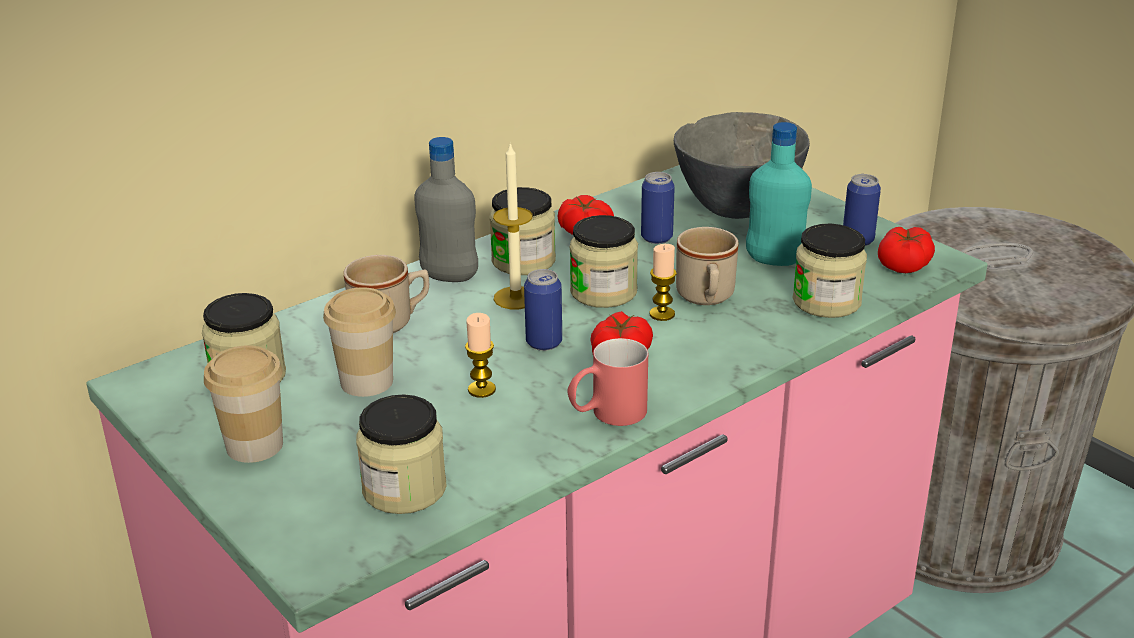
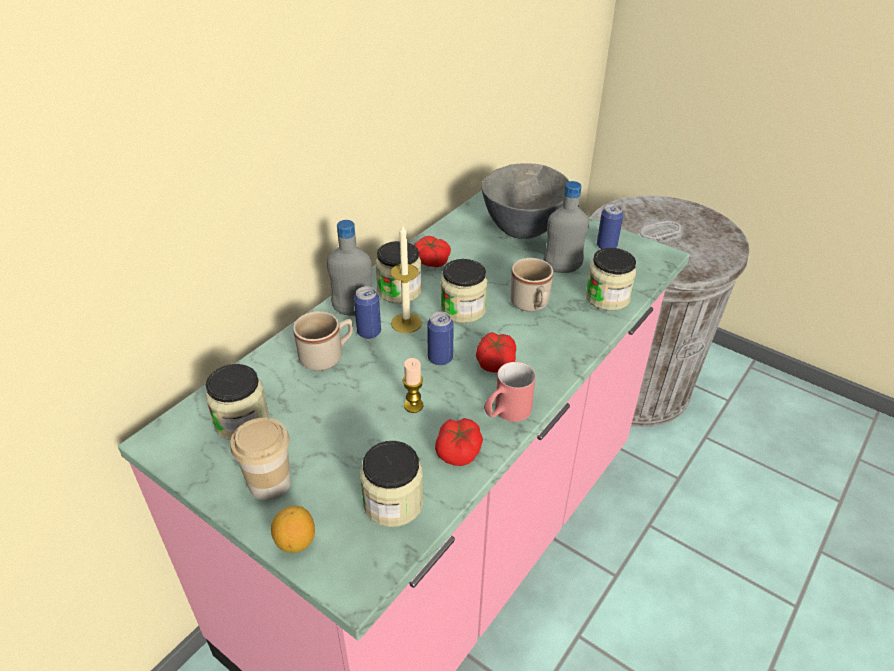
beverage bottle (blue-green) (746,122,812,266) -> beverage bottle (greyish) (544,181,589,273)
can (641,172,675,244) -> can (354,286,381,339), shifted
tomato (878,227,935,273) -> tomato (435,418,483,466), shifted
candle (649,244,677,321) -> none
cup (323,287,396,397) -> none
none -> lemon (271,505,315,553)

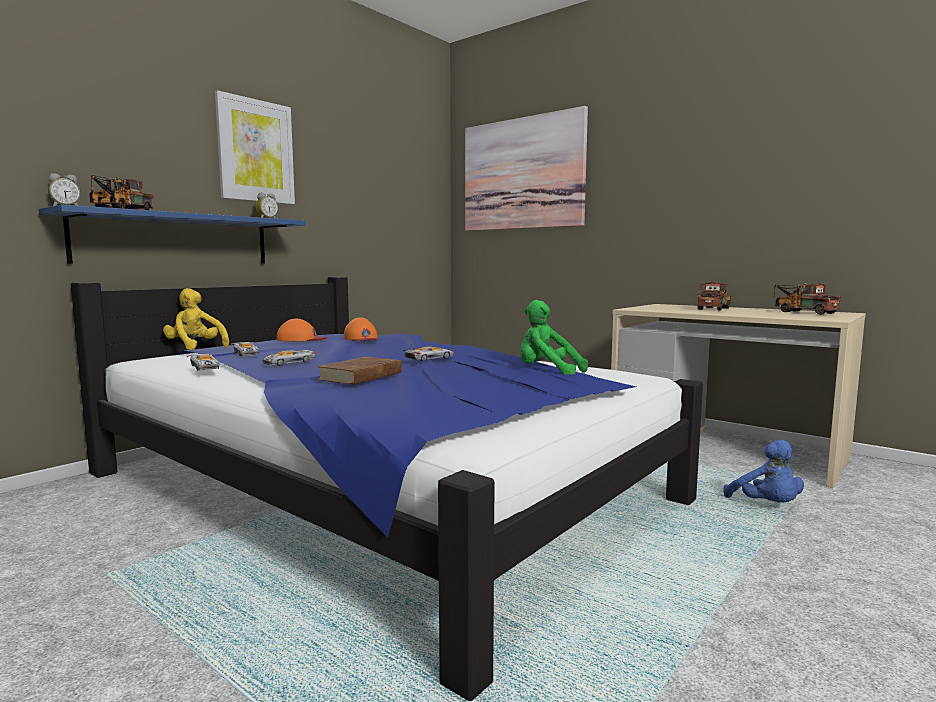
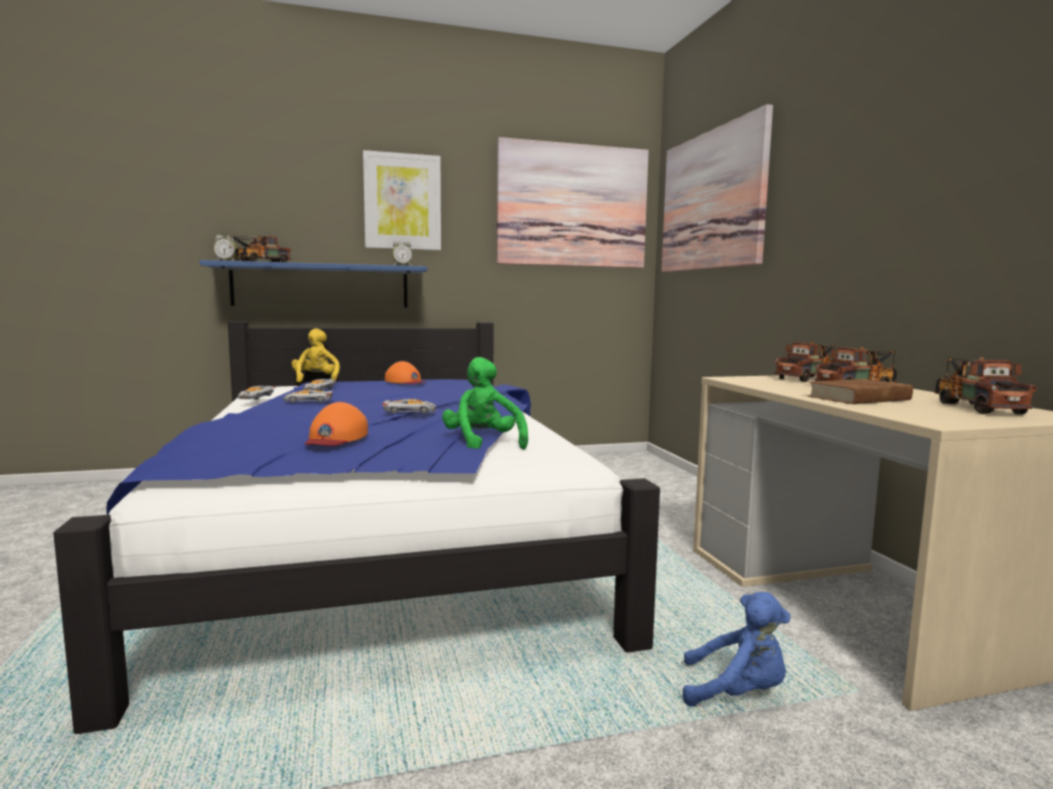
peaked cap (orange-coloured) (344,317,378,341) -> peaked cap (orange-coloured) (305,402,368,446), shifted
volume (brown-coloured) (317,357,402,385) -> volume (brown-coloured) (807,379,913,404), shifted
plush toy (blue) (723,440,804,503) -> plush toy (blue) (683,592,791,707), 90 degrees counterclockwise
none -> wall art (497,137,649,268)
none -> model truck (775,342,835,382)

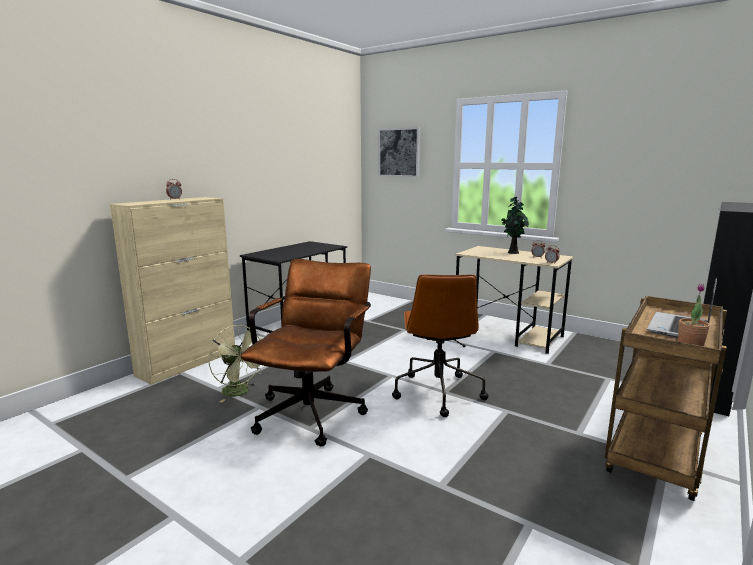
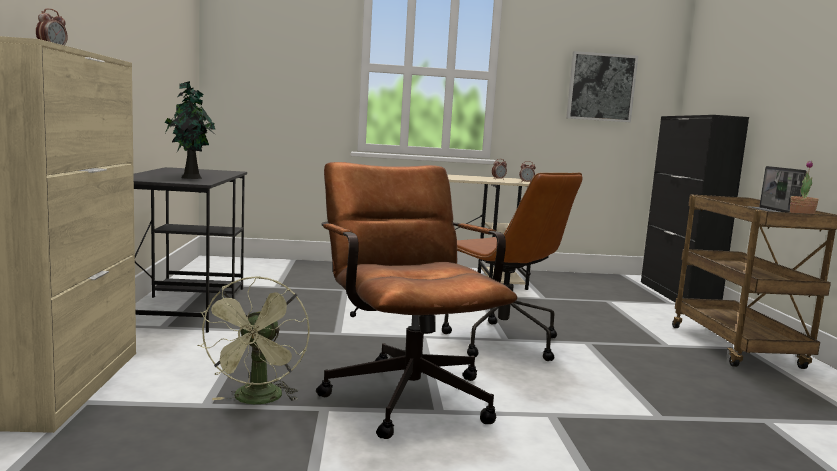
wall art (379,127,420,177) -> wall art (566,51,638,122), shifted
houseplant (501,197,529,254) -> houseplant (165,81,216,179), shifted
electric fan (greenish) (208,325,261,403) -> electric fan (greenish) (197,276,310,404), 90 degrees clockwise

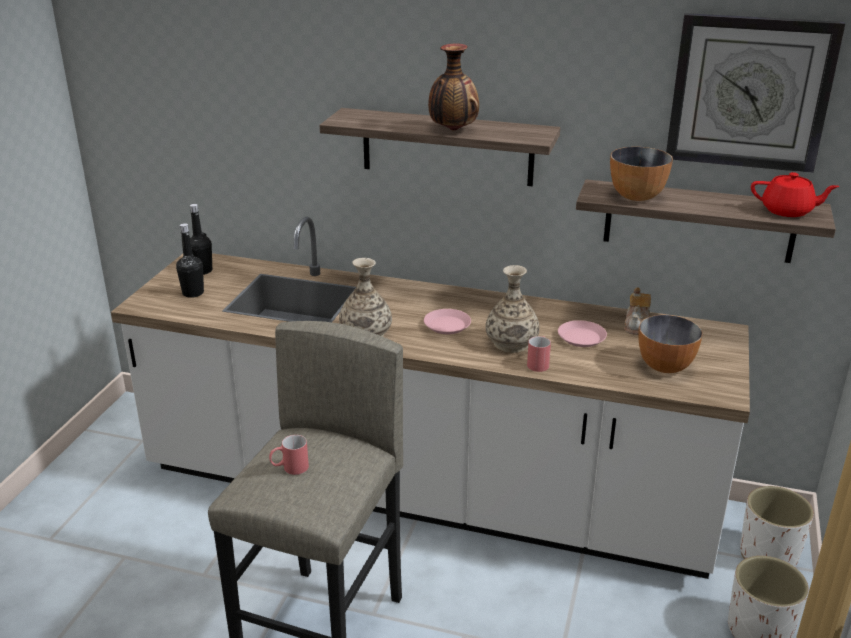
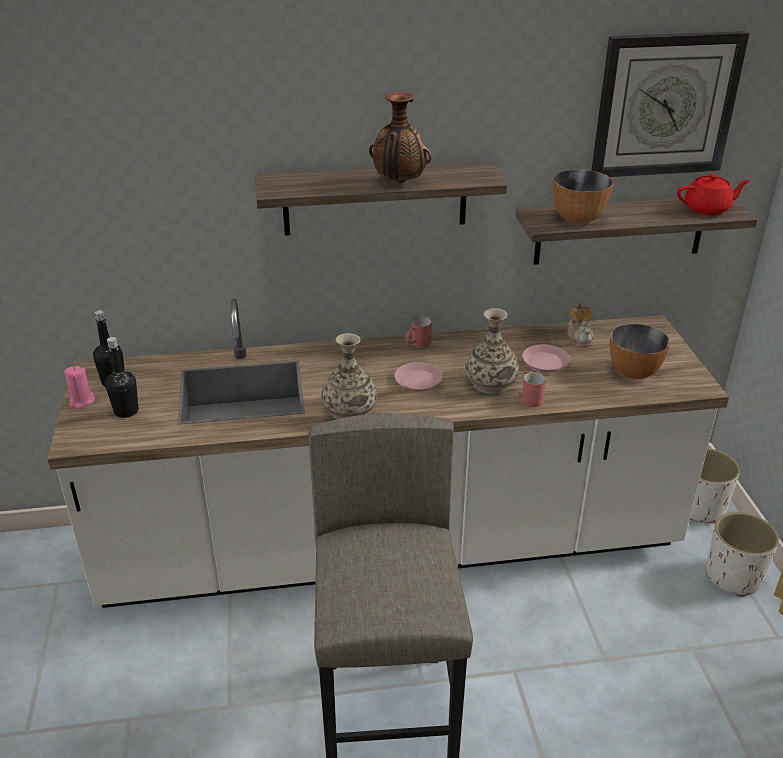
mug (red-coloured) (269,435,309,475) -> mug (red-coloured) (405,316,432,348), shifted
none -> candle (pink-coloured) (64,366,95,409)

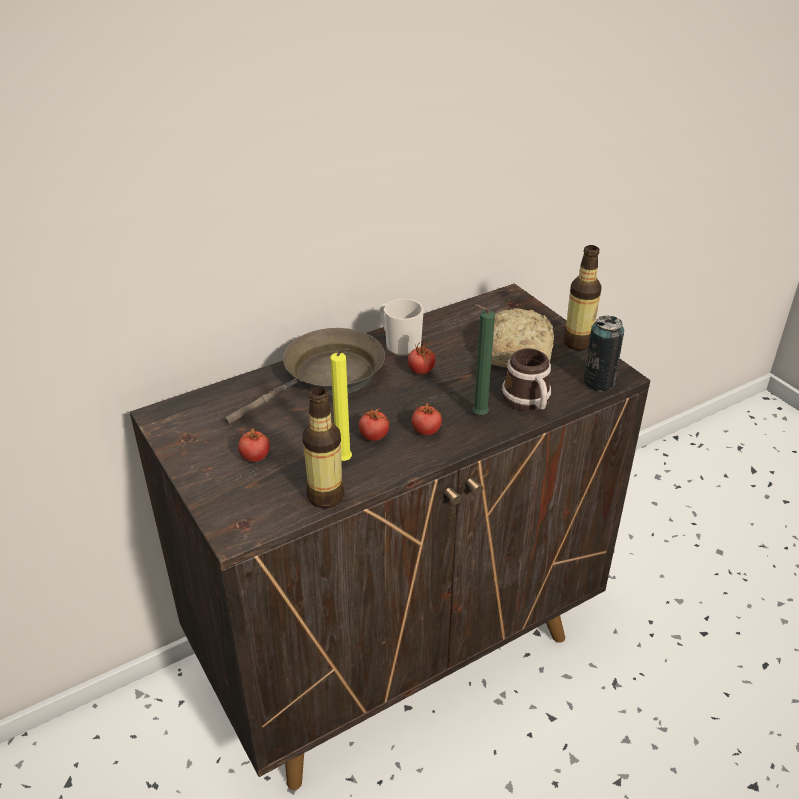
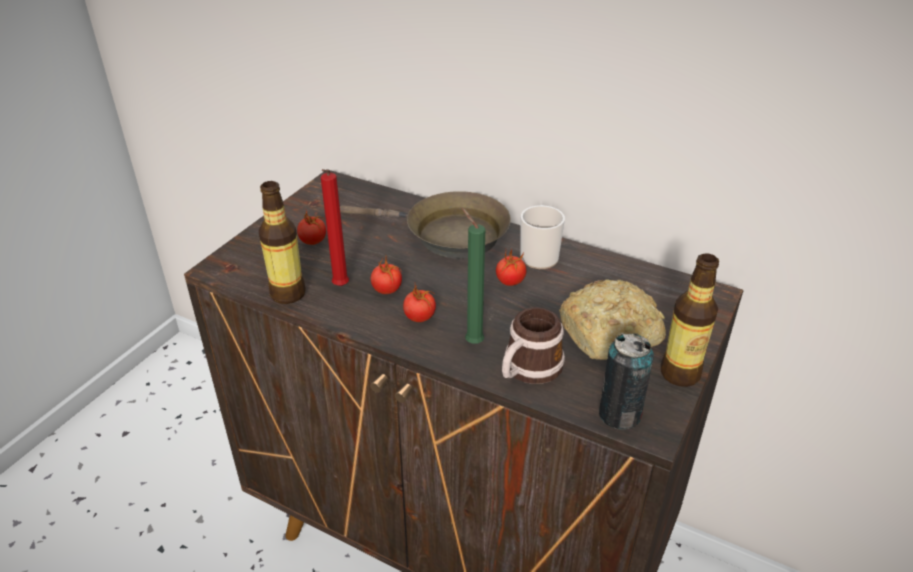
candle (yellow-coloured) (330,349,352,461) -> candle (red-coloured) (321,169,349,286)

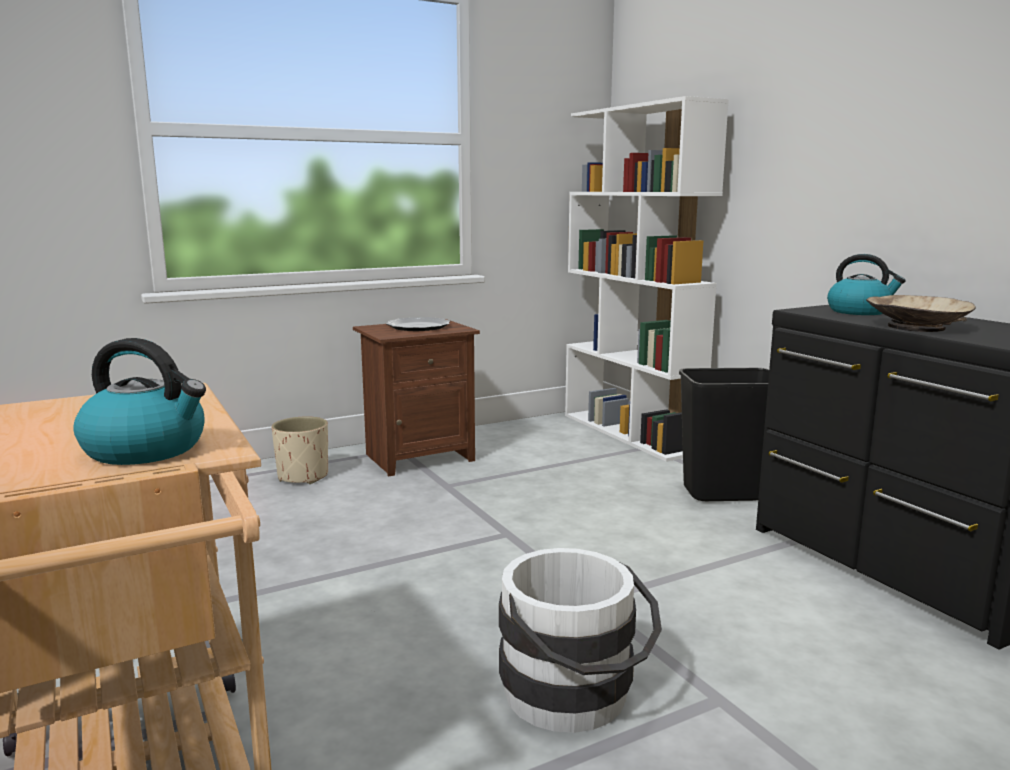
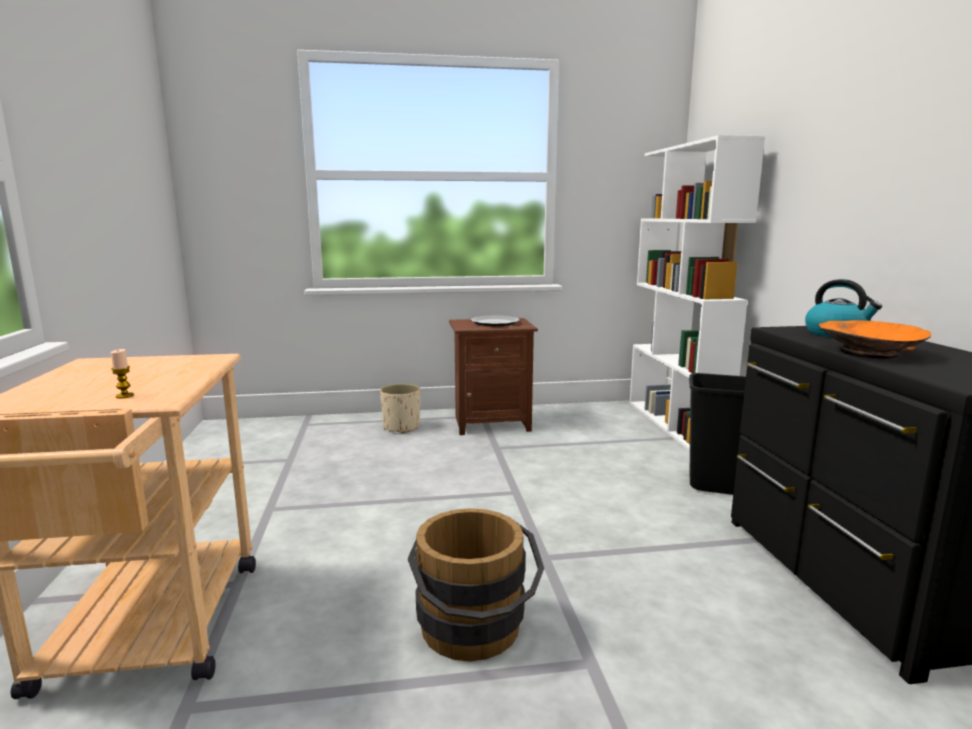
serving bowl (beige) (866,295,976,332) -> serving bowl (orange-coloured) (818,320,931,359)
kettle (73,338,206,465) -> candle (111,349,134,399)
water bucket (whitish) (499,548,662,733) -> water bucket (brown-coloured) (408,508,544,661)

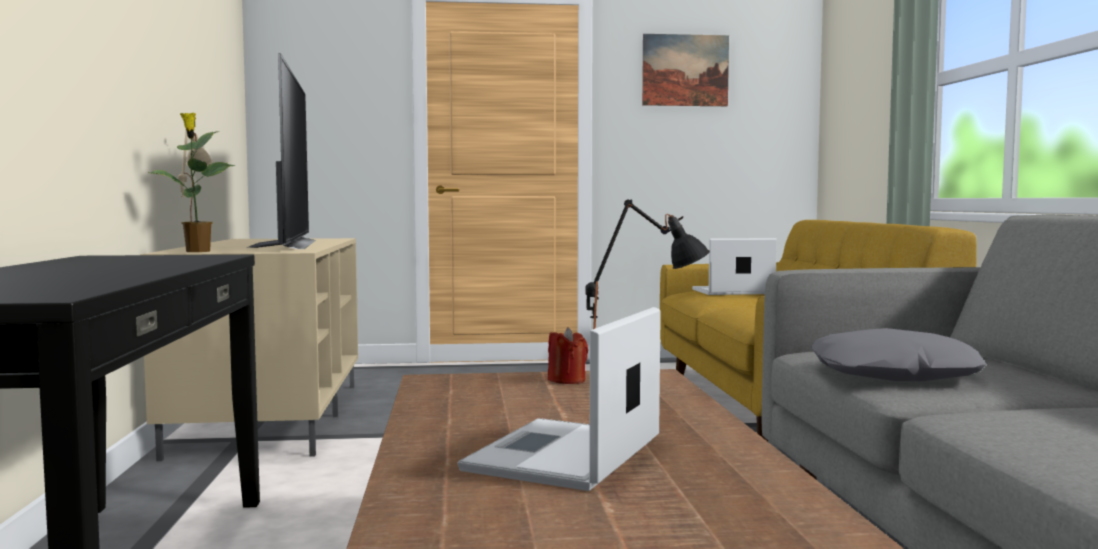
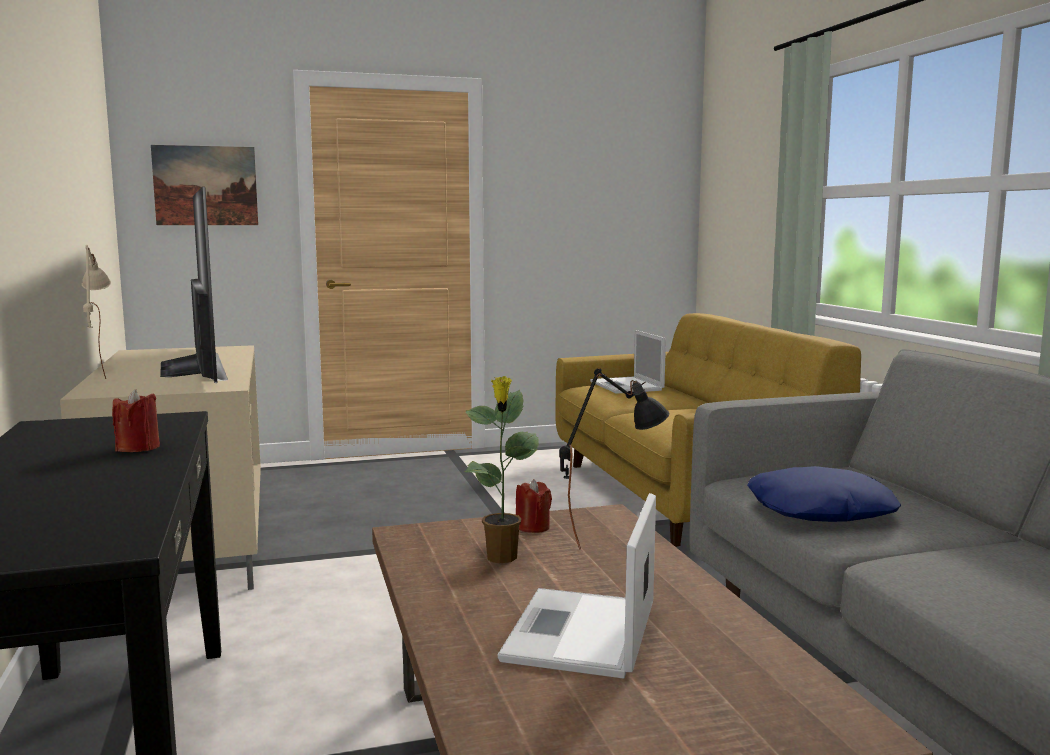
wall art (642,34,729,106) -> wall art (151,145,258,225), shifted
houseplant (148,113,235,252) -> houseplant (465,376,539,563), shifted
laptop (692,238,777,295) -> laptop (590,330,666,394), 90 degrees counterclockwise
pillow (greyish) (811,328,986,381) -> pillow (blue) (747,466,901,522)
none -> candle (red-coloured) (112,389,160,452)

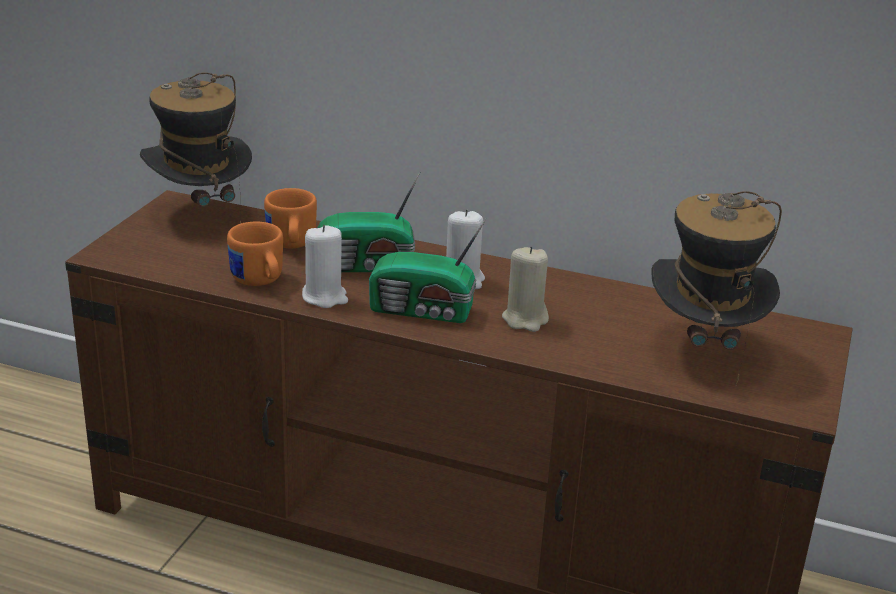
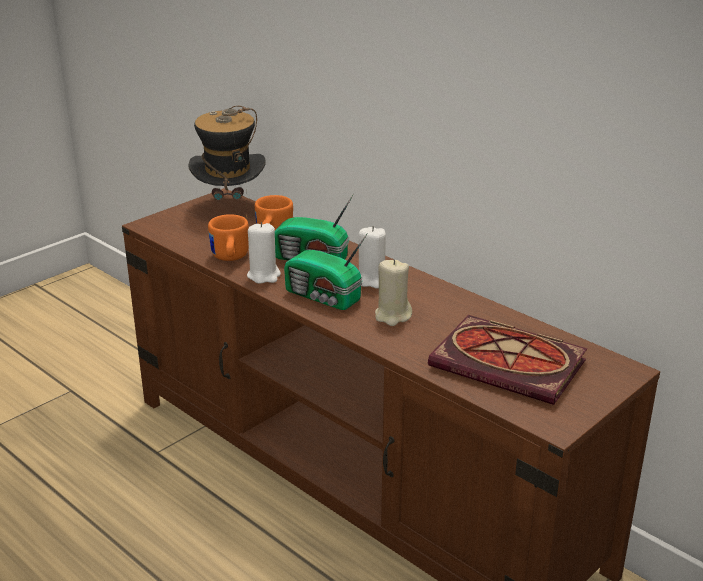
clothing hat (652,191,782,386) -> volume (428,315,587,405)

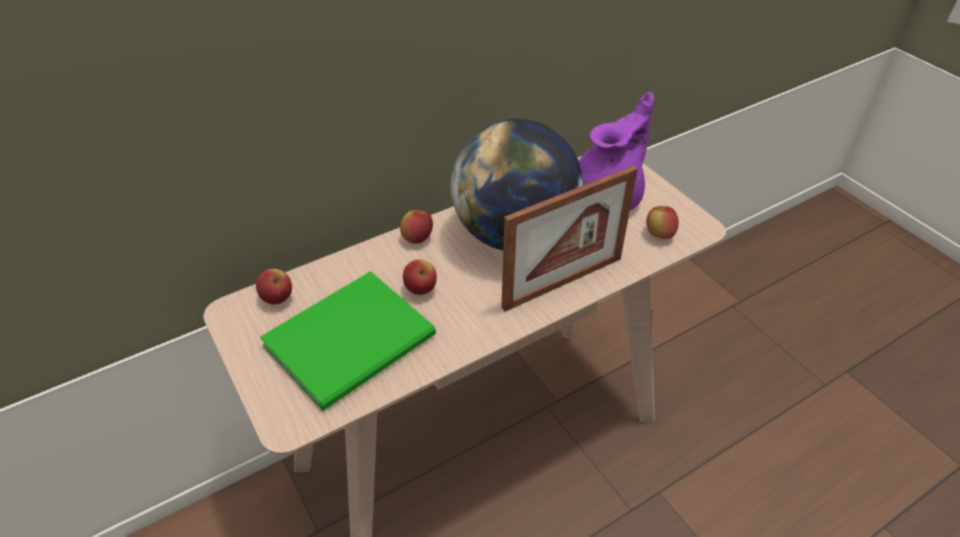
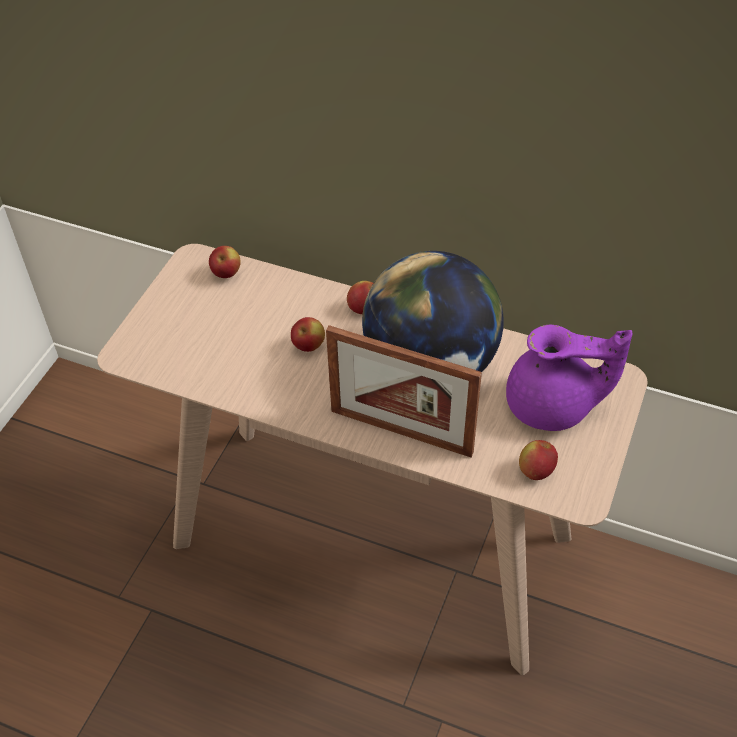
volume (greenish) (260,271,436,411) -> none

